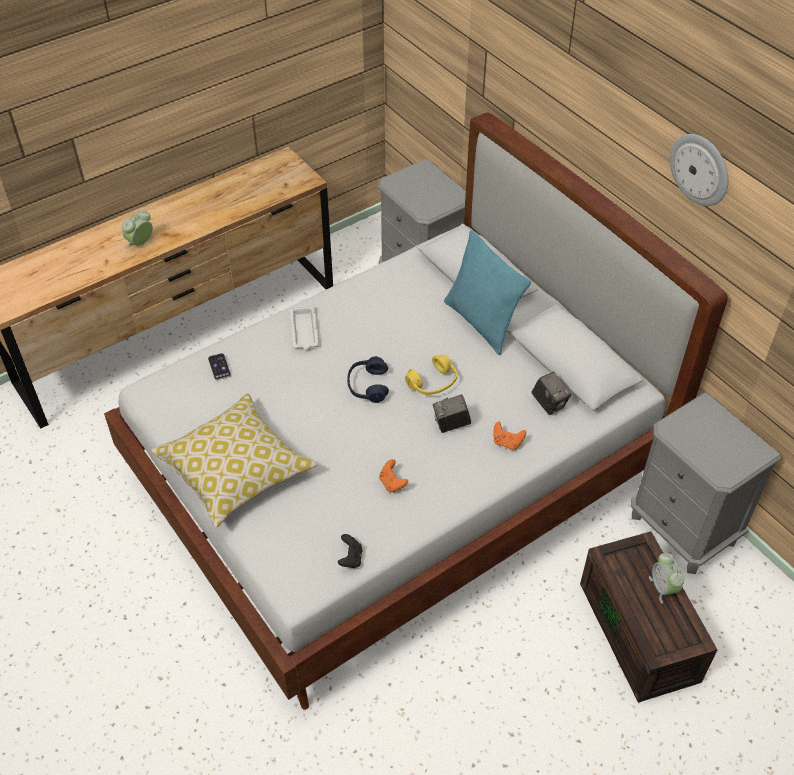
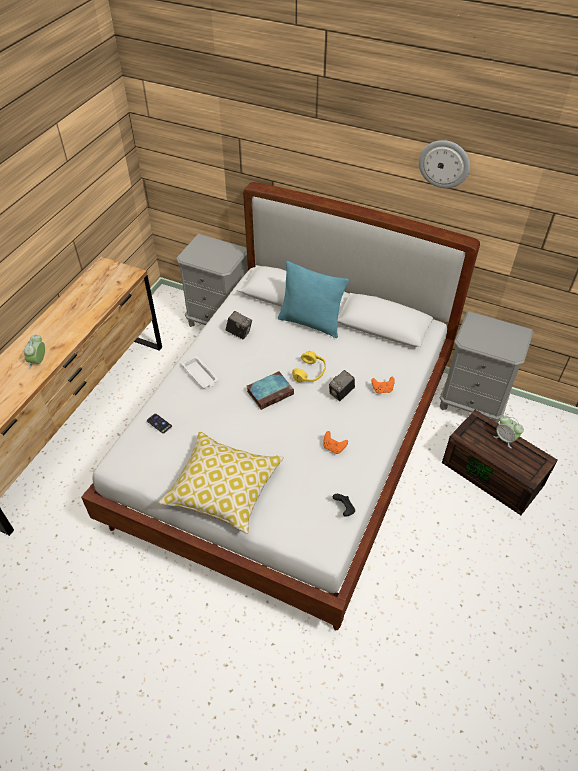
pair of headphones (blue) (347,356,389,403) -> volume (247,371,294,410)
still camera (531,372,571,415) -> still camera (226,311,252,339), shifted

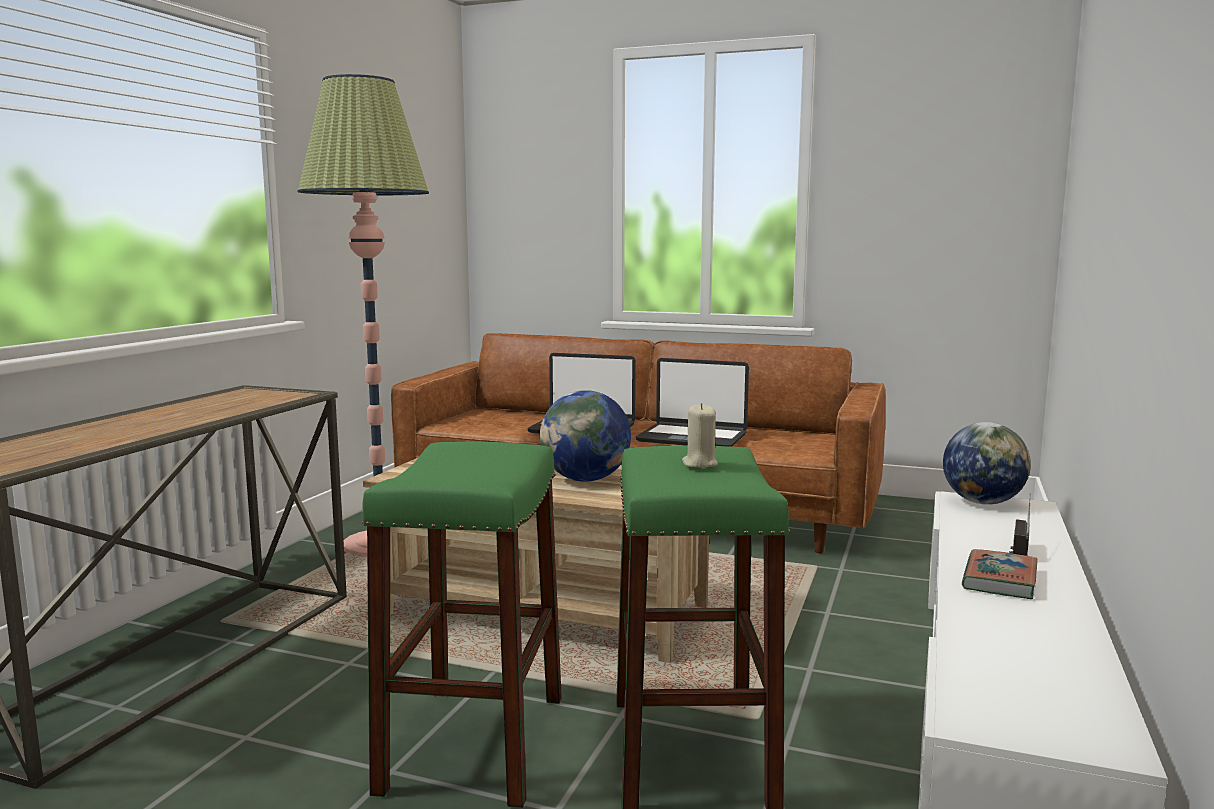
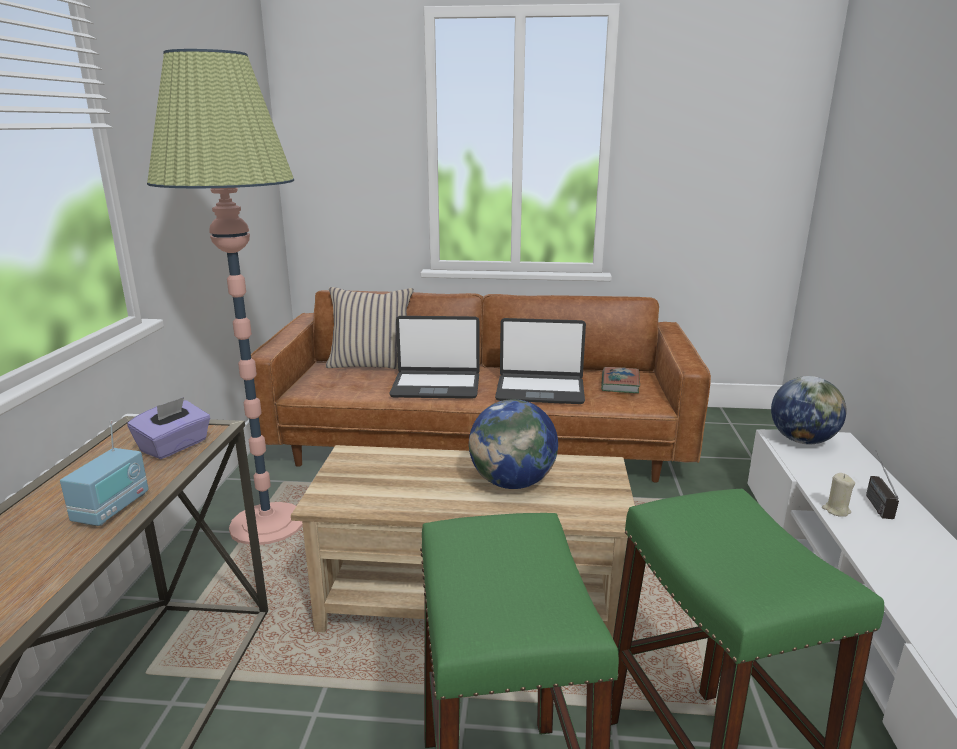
candle (beige) (682,403,718,468) -> candle (beige) (822,473,855,517), shifted
volume (962,549,1038,599) -> volume (601,367,640,393), shifted
none -> pillow (beige) (326,287,414,369)
none -> tissue holder (purple) (127,397,210,459)
none -> radio receiver (60,421,149,526)

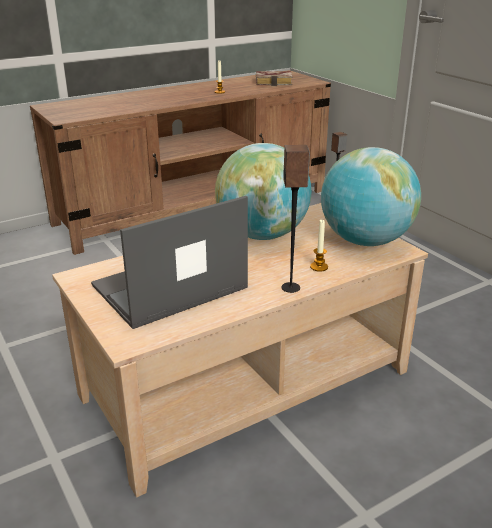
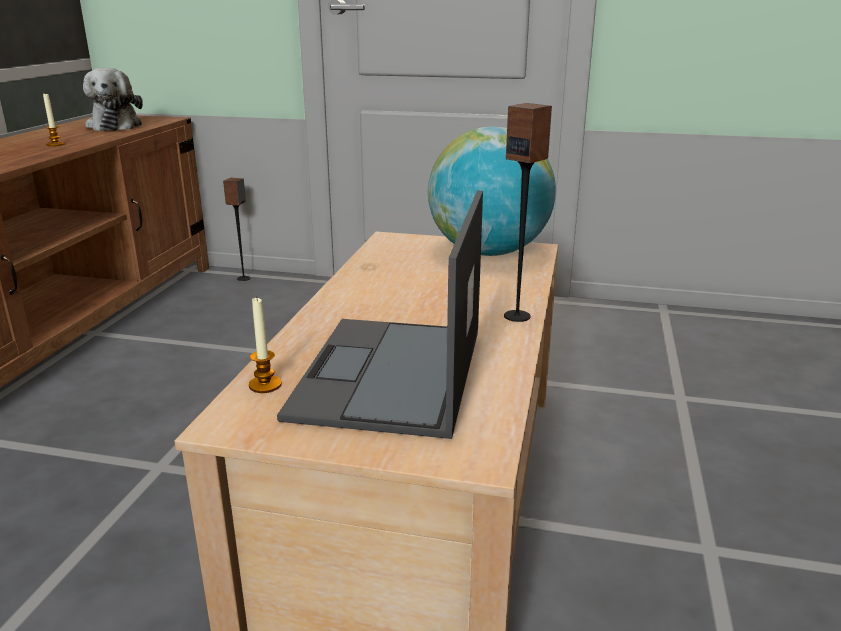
volume (256,71,292,86) -> plush toy (83,68,143,131)
desk globe (215,143,311,240) -> none
candle (310,219,328,272) -> candle (249,296,282,393), shifted

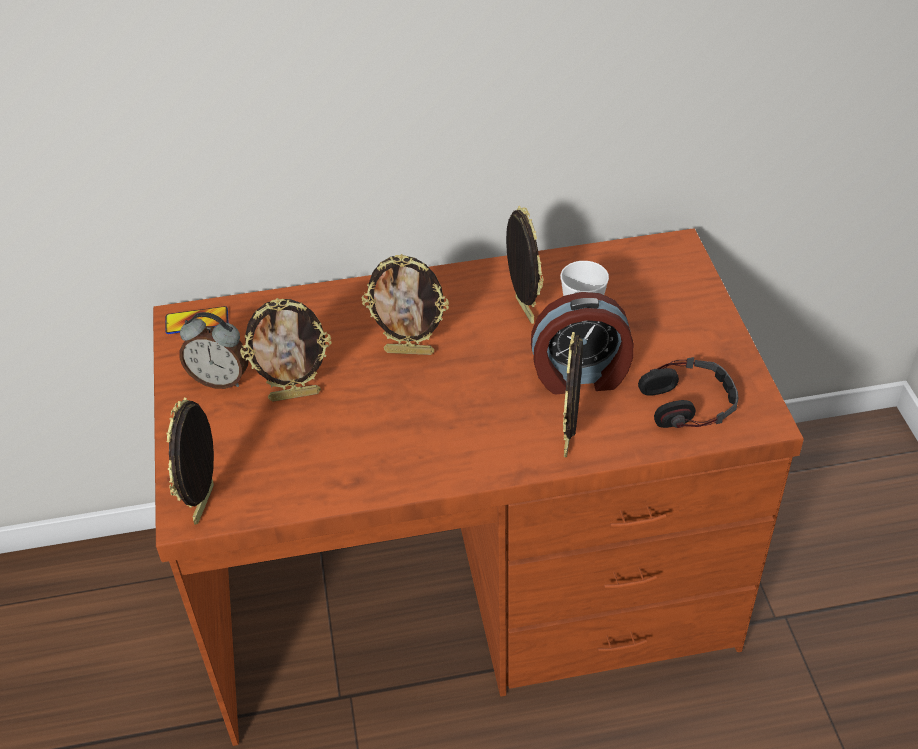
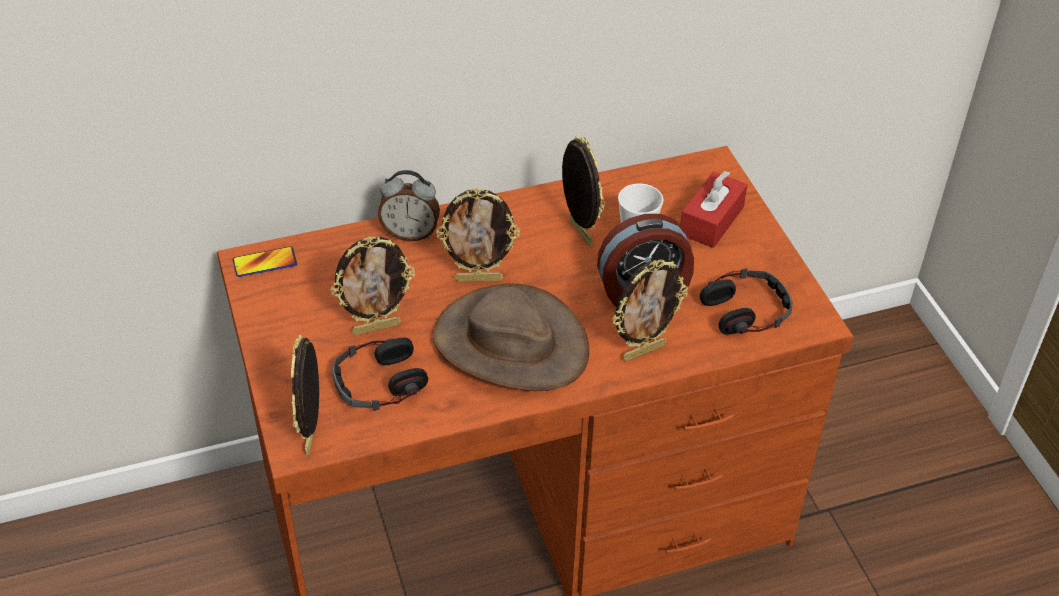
alarm clock (179,312,248,389) -> alarm clock (378,170,440,241), shifted
photo frame (563,332,583,457) -> photo frame (612,259,688,361), 120 degrees counterclockwise
none -> tissue holder (red-coloured) (680,171,747,248)
none -> clothing hat (brown-coloured) (433,283,589,391)
none -> pair of headphones (332,338,428,411)

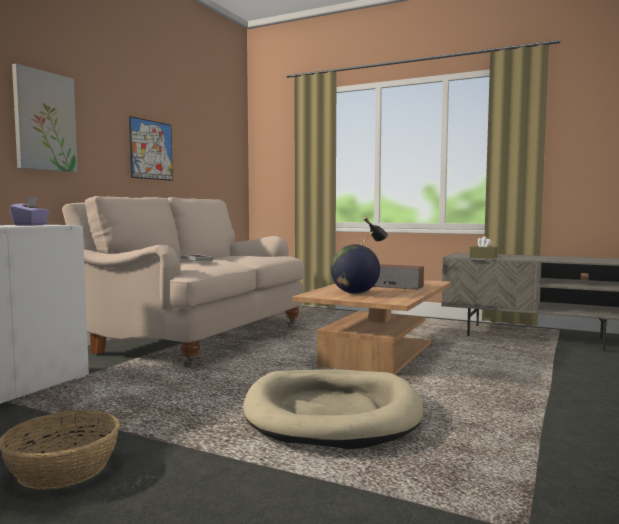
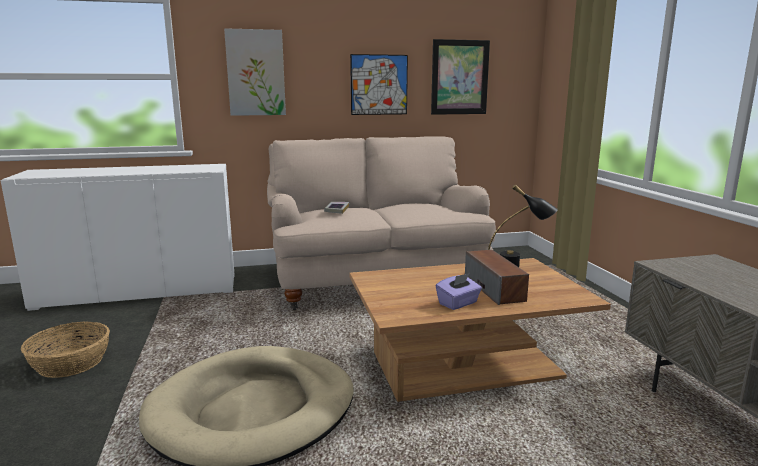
tissue holder (purple) (10,197,50,226) -> tissue holder (purple) (436,273,482,310), shifted
tissue holder (brown-coloured) (470,236,498,258) -> none
desk globe (331,244,380,294) -> none
none -> wall art (431,39,490,115)

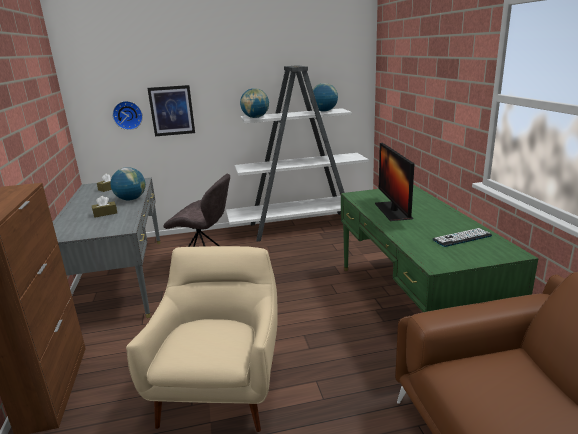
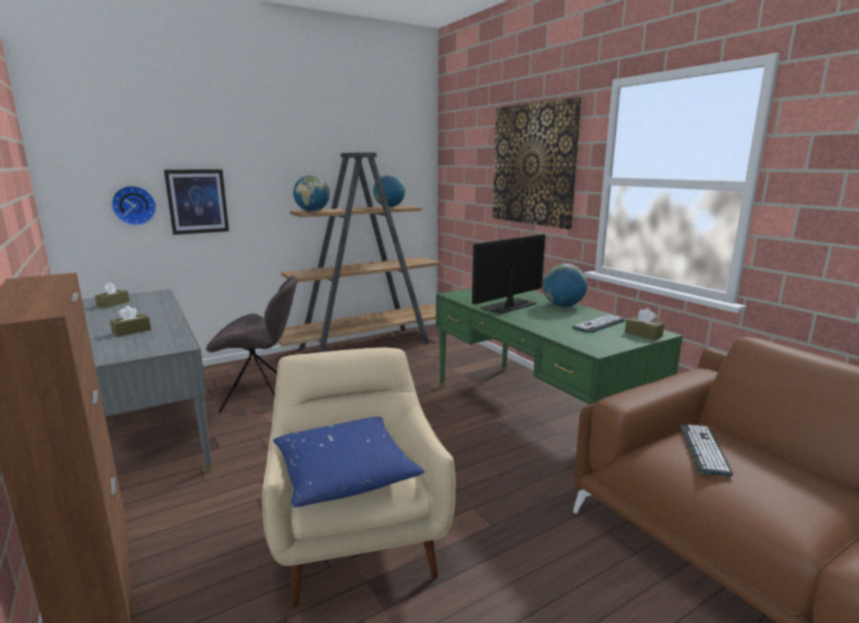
bookcase (whitish) (226,65,369,242) -> bookcase (brown-coloured) (278,152,441,352)
computer display (375,143,414,221) -> computer display (472,234,545,314), 75 degrees clockwise
desk globe (110,167,146,201) -> desk globe (543,263,587,307), shifted
none -> wall art (492,97,582,229)
none -> tissue holder (brown-coloured) (625,308,664,340)
none -> pillow (blue) (273,417,425,507)
none -> PC keyboard (680,425,733,476)

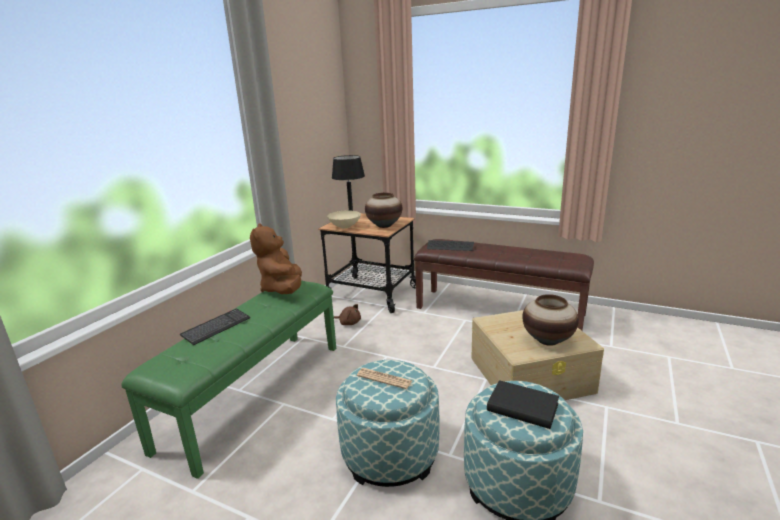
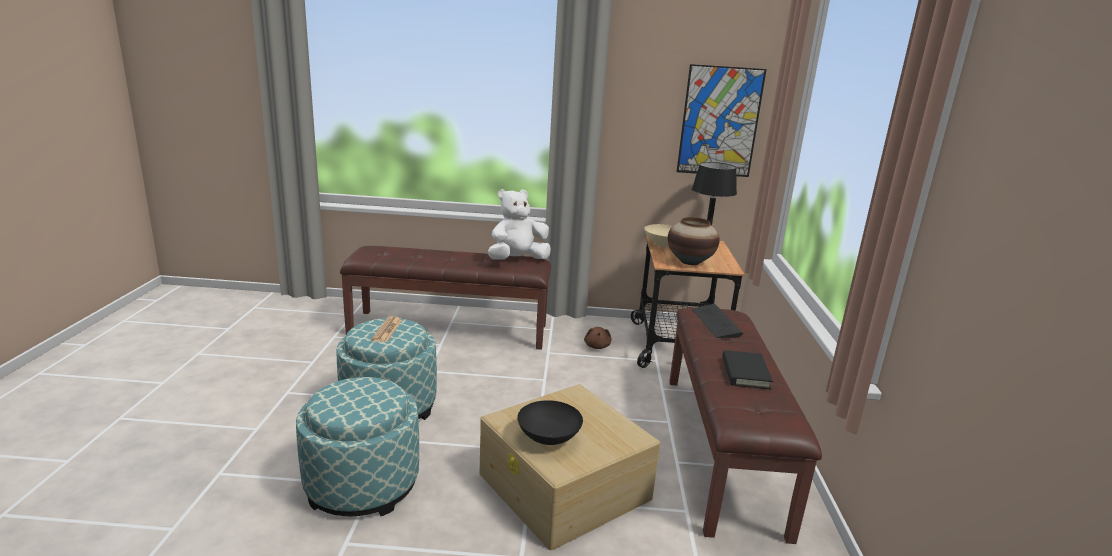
plush toy (brown-coloured) (250,223,302,294) -> plush toy (whitish) (488,189,551,260)
bench (greenish) (121,280,336,479) -> bench (brown-coloured) (340,246,551,350)
flower vase (522,294,579,346) -> serving bowl (blackish) (517,400,583,445)
PC keyboard (180,309,250,345) -> none
volume (blackish) (487,380,559,429) -> volume (blackish) (722,350,773,389), shifted
none -> wall art (677,64,767,177)

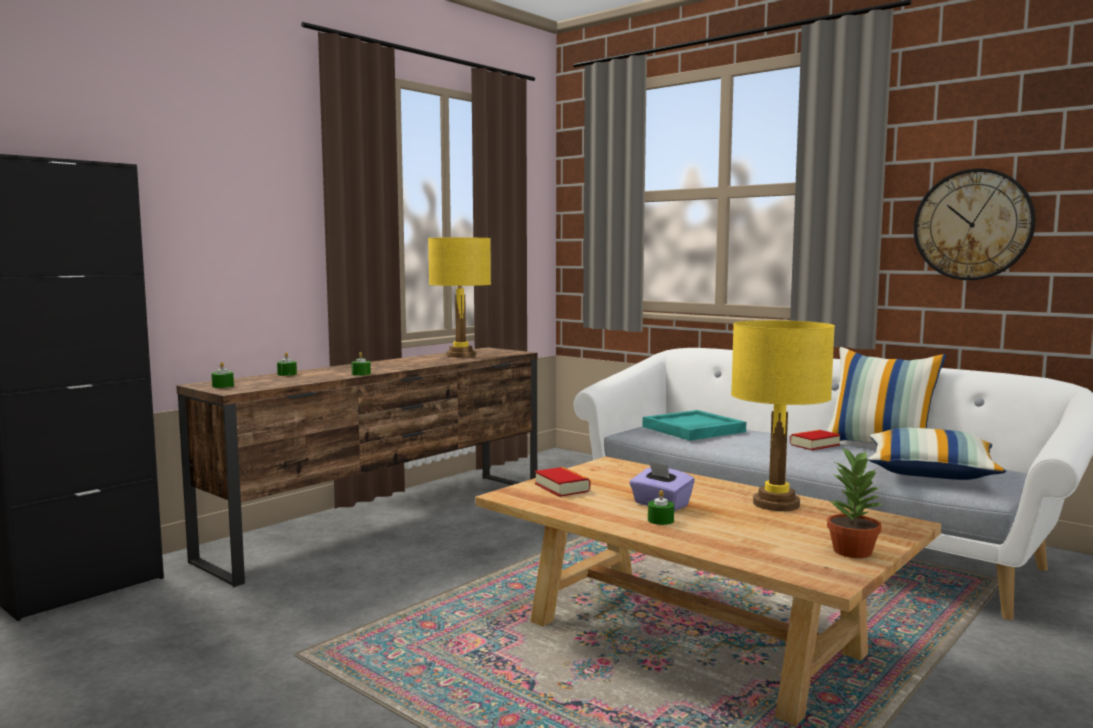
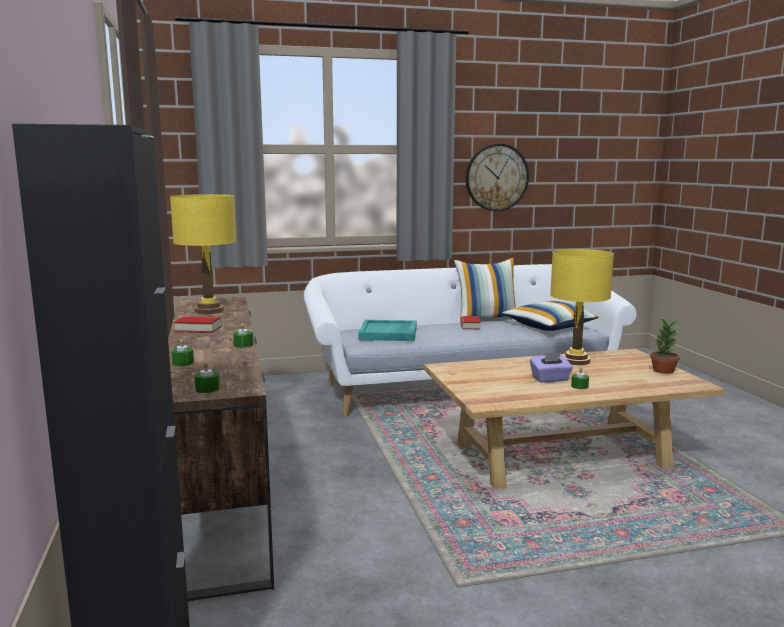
volume (535,467,590,497) -> volume (174,316,221,333), shifted

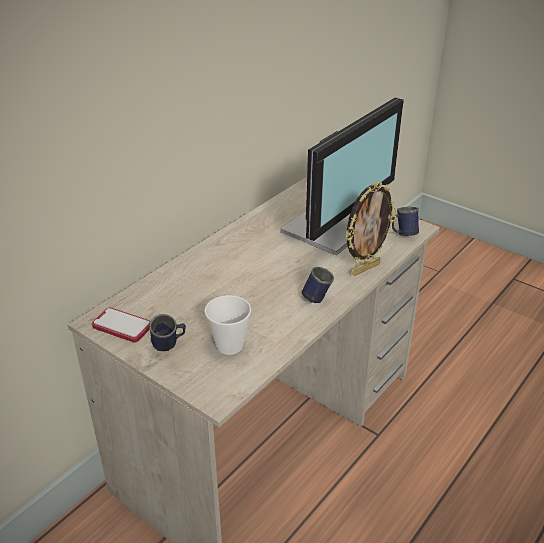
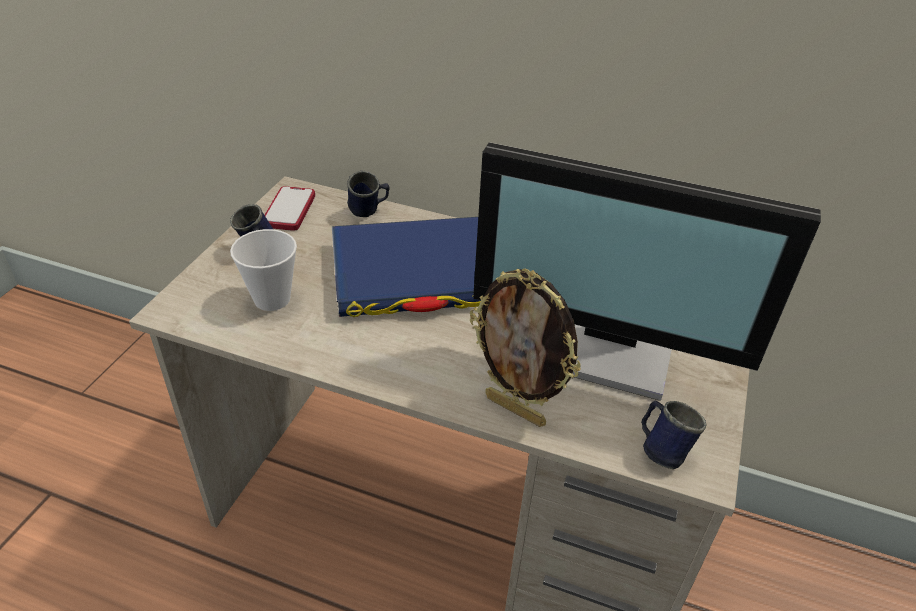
mug (blue) (302,267,334,303) -> mug (blue) (347,171,390,217), shifted
none -> volume (blue) (332,217,480,317)

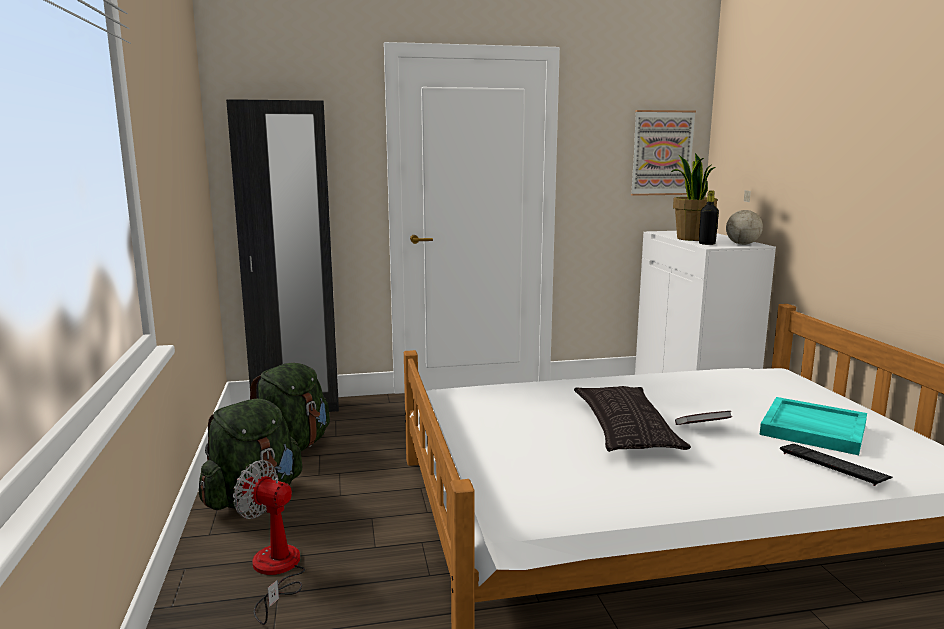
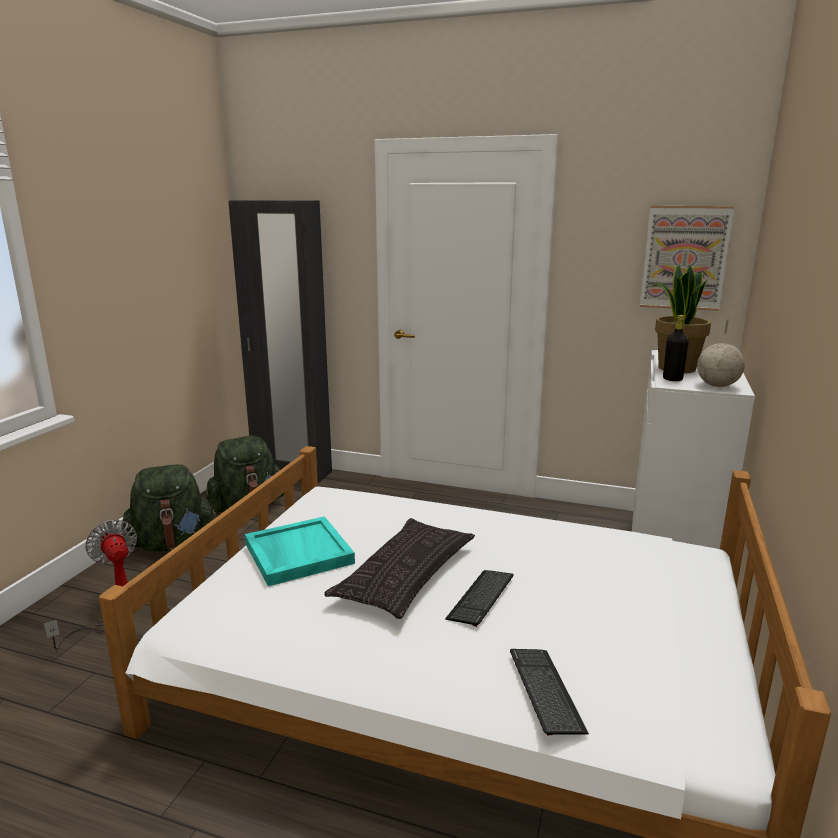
tray (blue-green) (759,397,867,455) -> tray (blue-green) (245,516,355,586), shifted
volume (675,411,732,425) -> PC keyboard (445,570,513,627)

